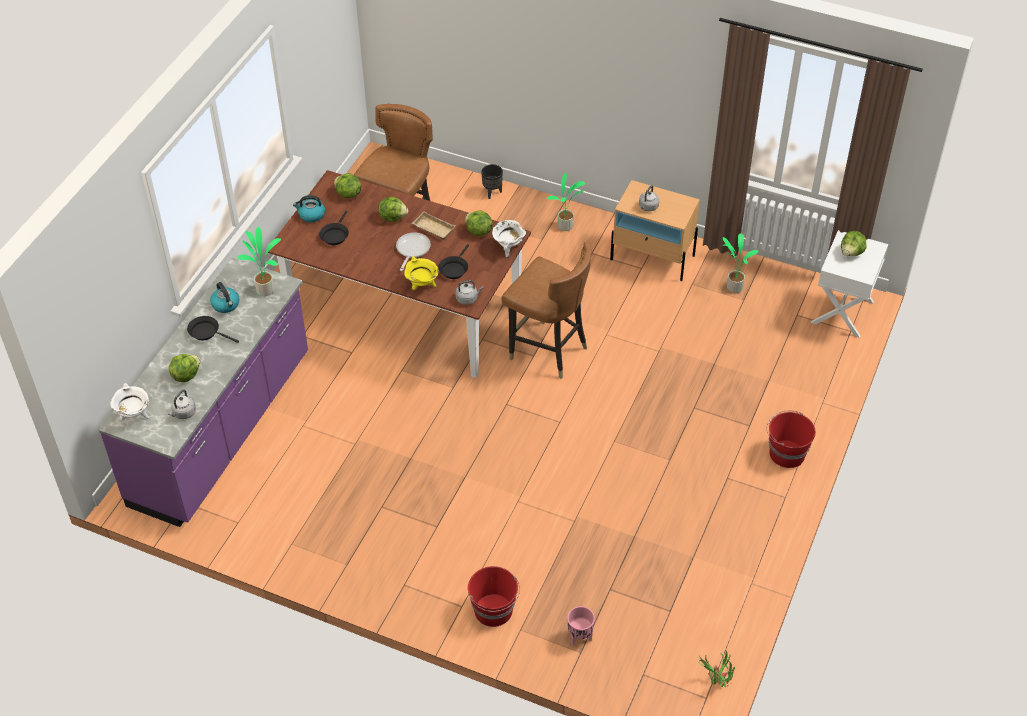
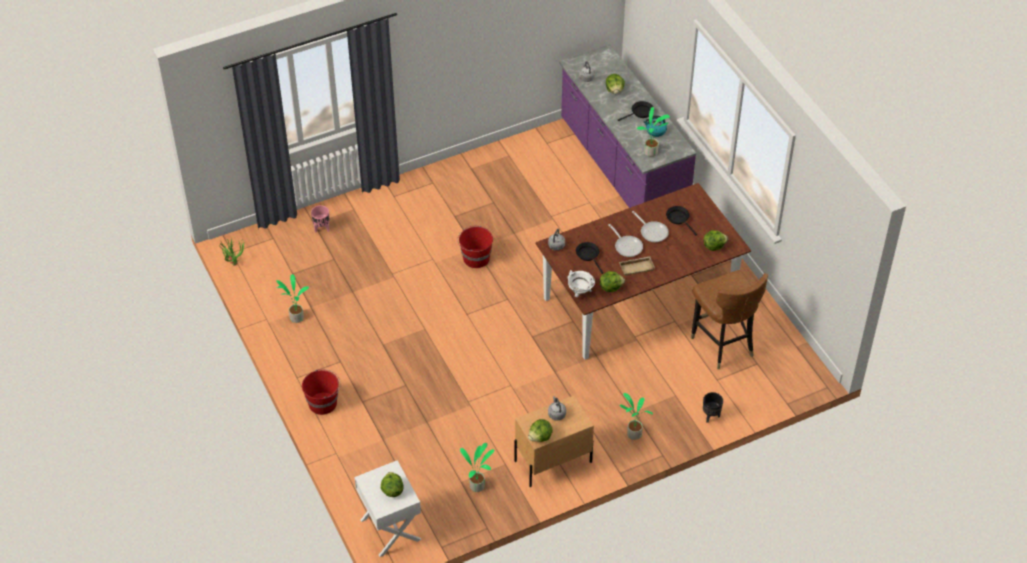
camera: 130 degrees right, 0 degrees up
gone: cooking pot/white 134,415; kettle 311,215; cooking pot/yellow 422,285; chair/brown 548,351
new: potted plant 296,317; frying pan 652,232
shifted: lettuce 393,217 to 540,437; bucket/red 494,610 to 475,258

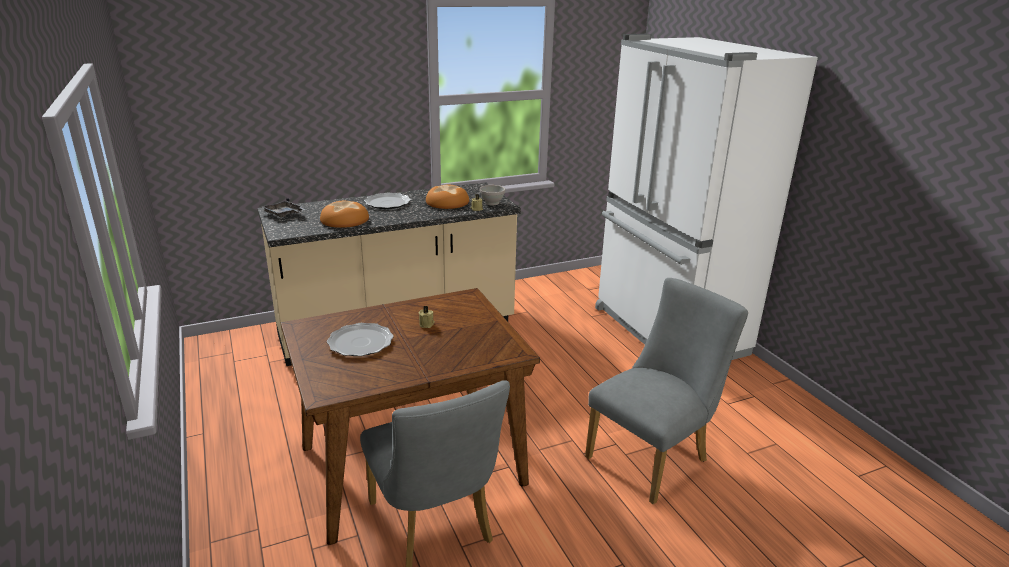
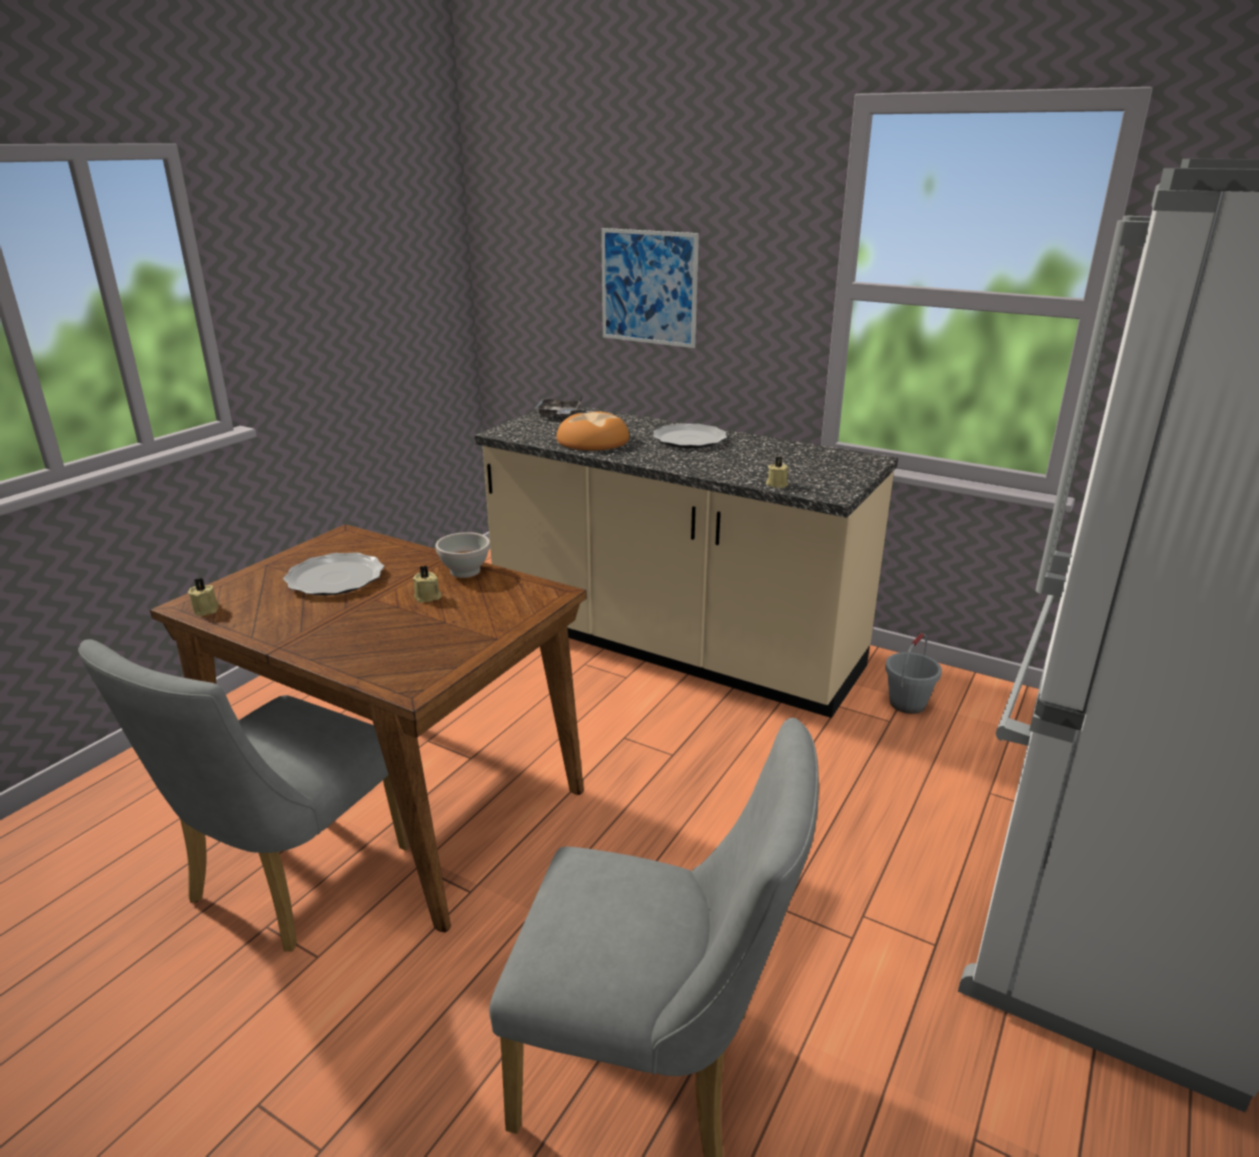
camera: 55 degrees right, 0 degrees up
gone: bread 447,202
new: candle/beige 207,609; picture 649,287; bucket/grey 907,703
shifted: bowl/white 492,203 to 465,571

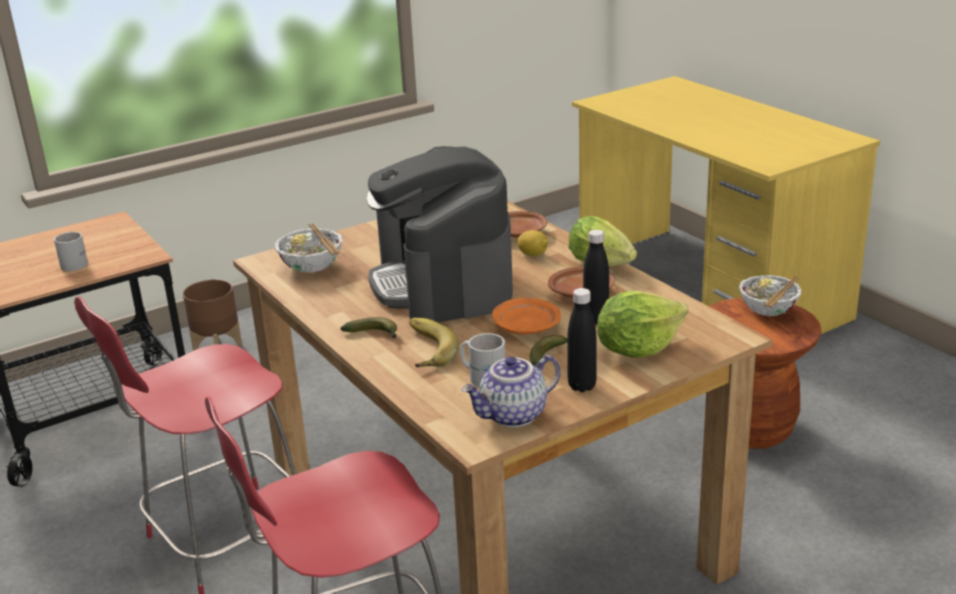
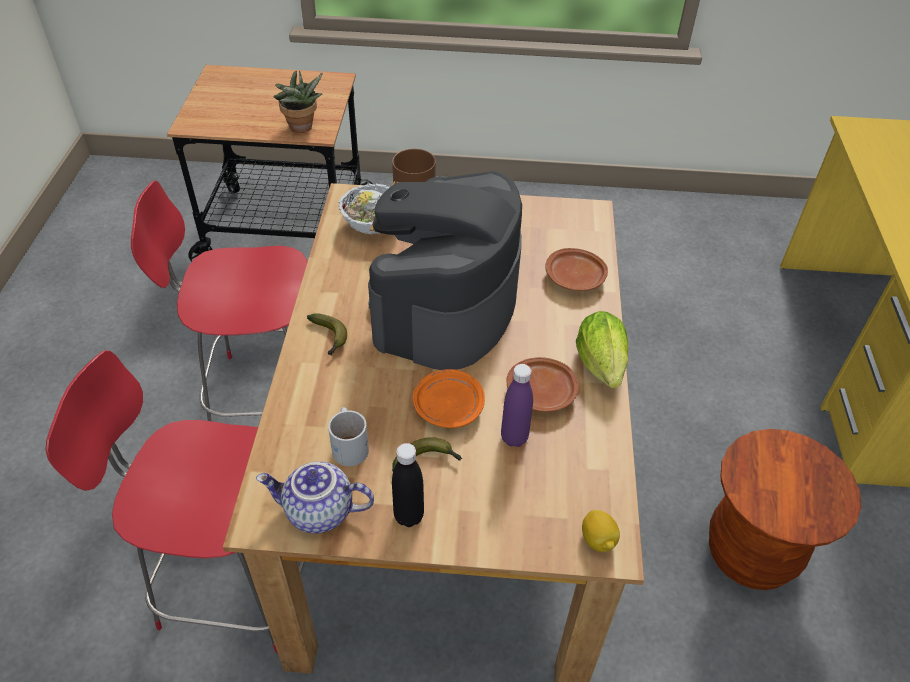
camera: 35 degrees right, 20 degrees up
gone: mug/white 76,262; banana 424,349; lettuce 637,349; bowl 769,311
new: potted plant 302,129
shifted: lemon 533,254 to 598,540
repainted: bottle/black 596,320 to bottle/purple 514,438

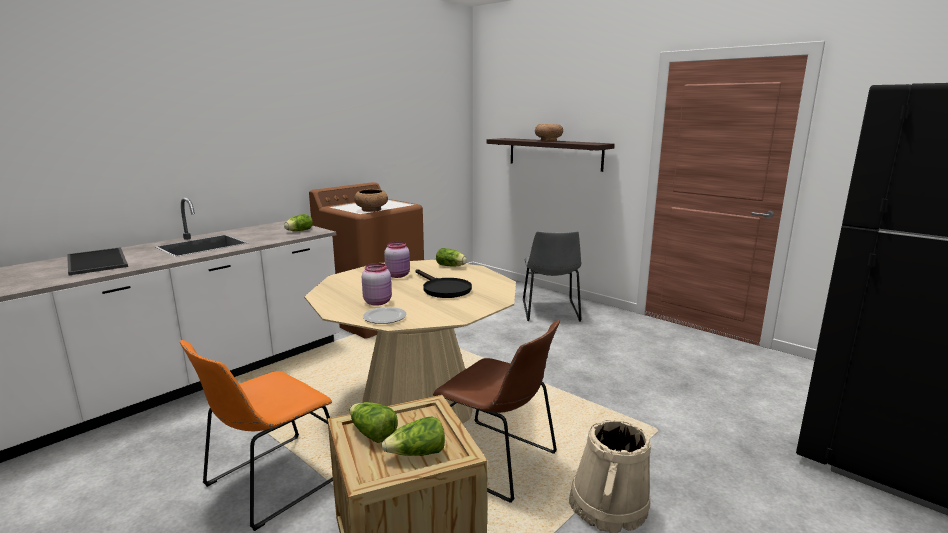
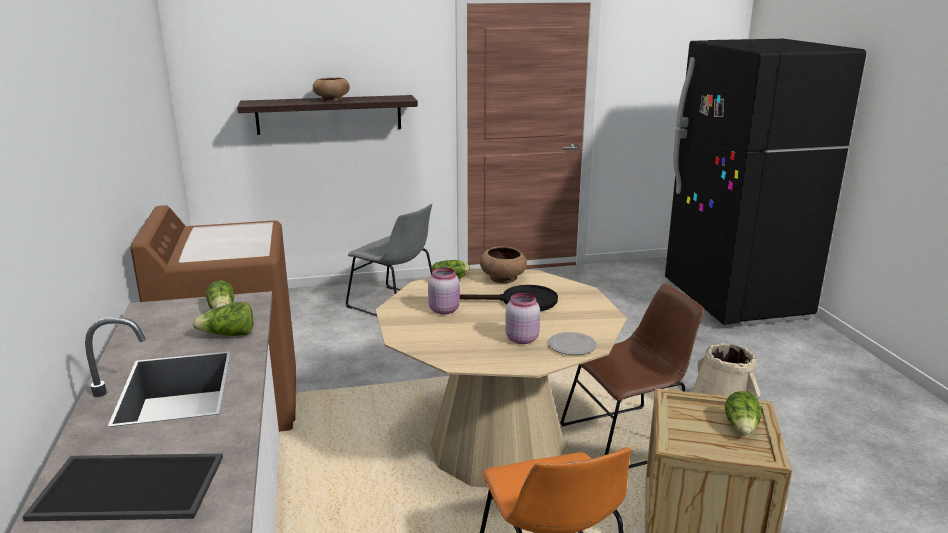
camera: 55 degrees left, 5 degrees up
shifted: lettuce 372,433 to 228,335; bowl/brown 372,210 to 503,278

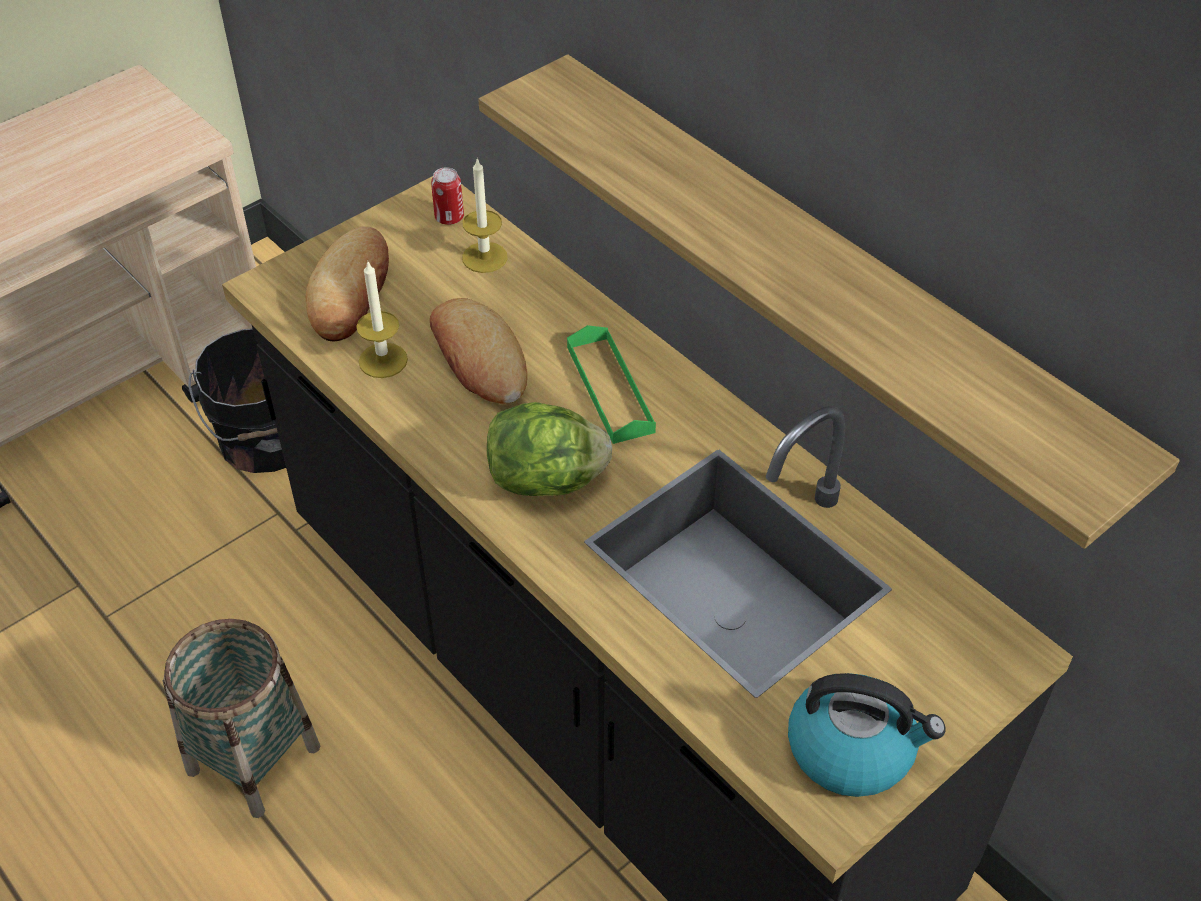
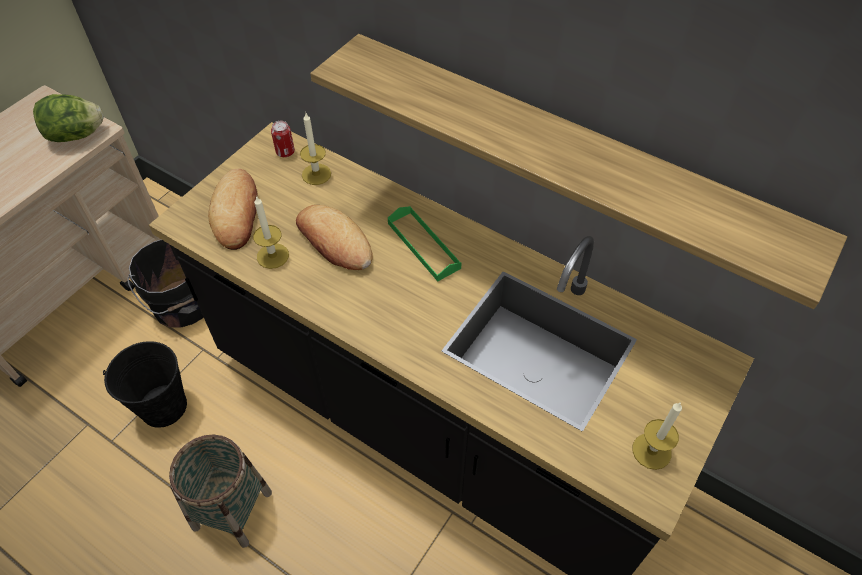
camera: 15 degrees left, 5 degrees up
new: bucket/black 163,406
shifted: lettuce 547,481 to 76,136
swapped: kettle 852,749 to candle 651,451

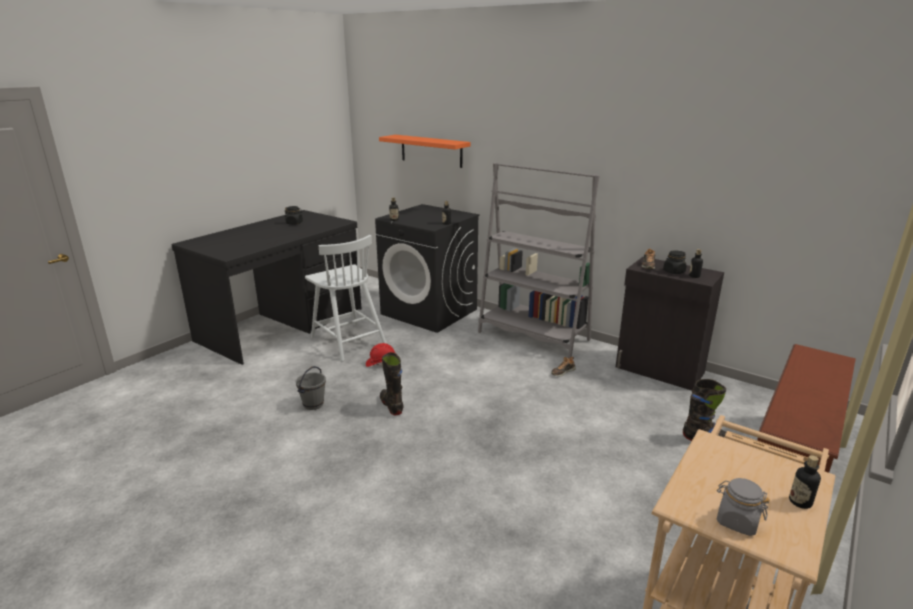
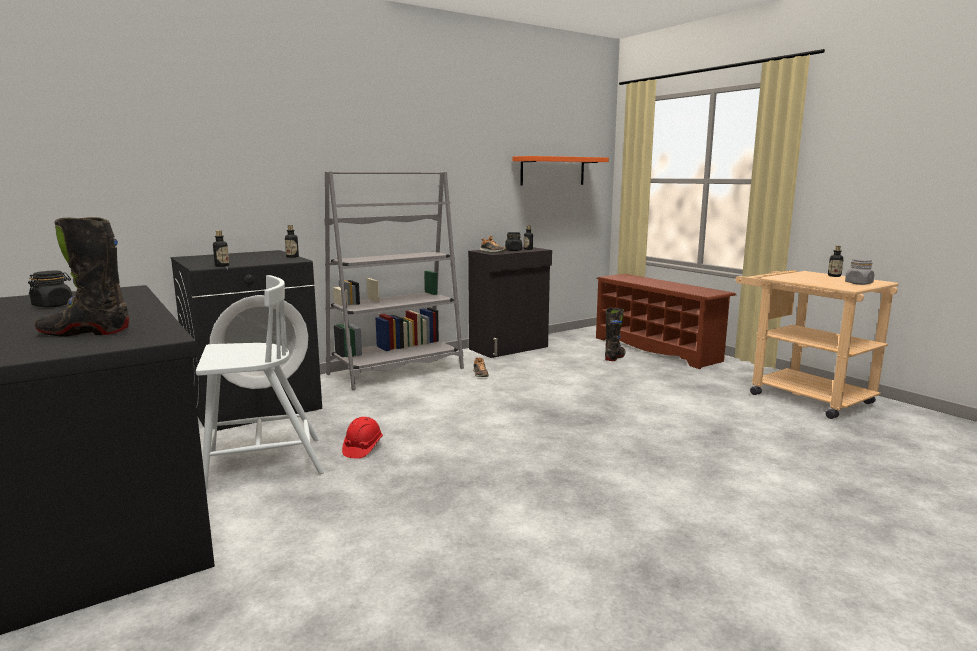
camera: 70 degrees left, 10 degrees down
gone: bucket/grey 313,404
shifted: shelf/orange 431,151 to 552,171; boot/black 391,405 to 85,333

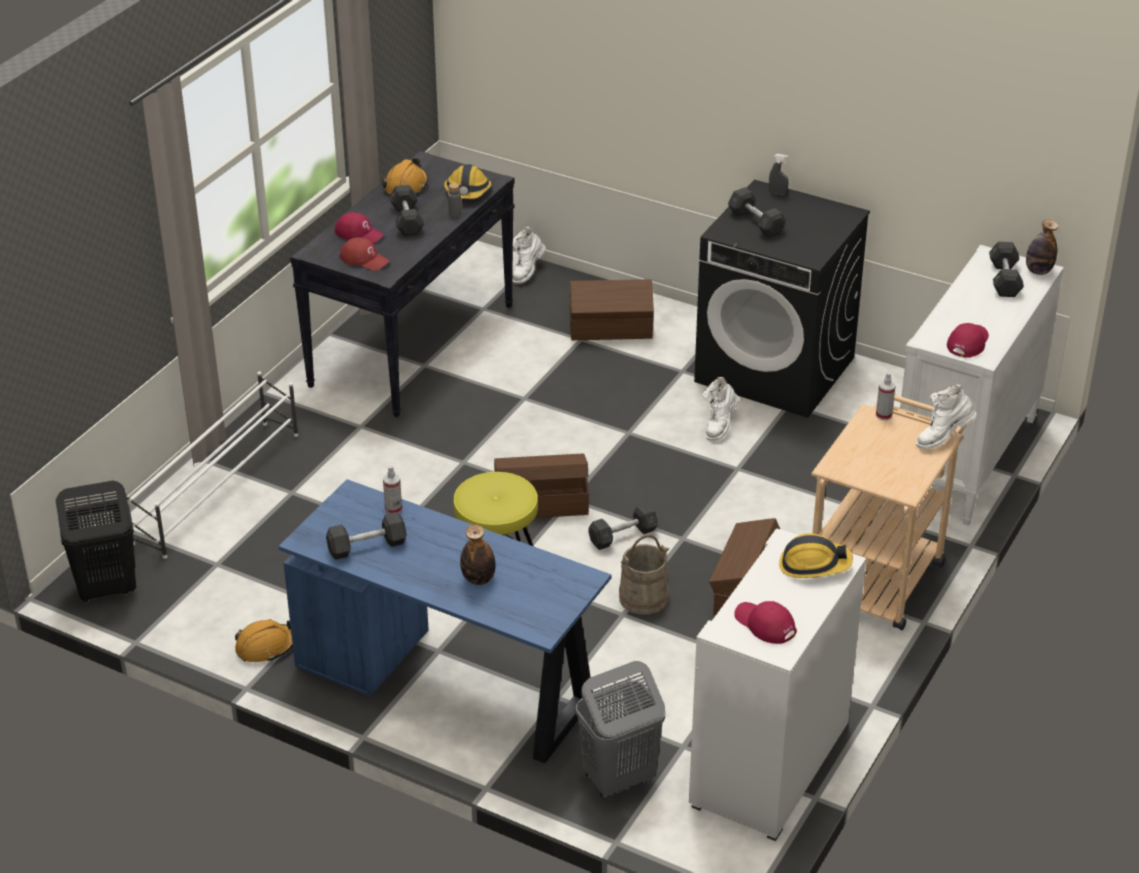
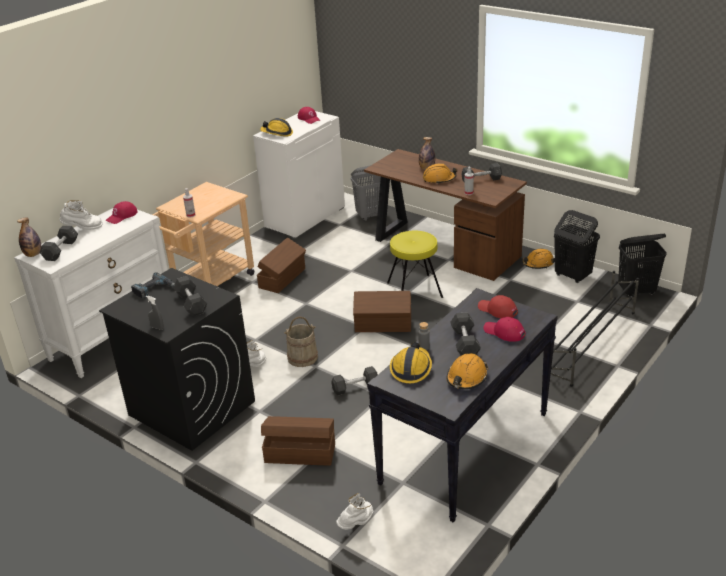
camera: 170 degrees left, 5 degrees down
new: power drill 154,289; hard hat/orange 439,179; laundry basket/black 572,276
shifted: dumbbell/grey 622,536 to 355,387; bucket/beige 643,597 to 302,358; boot/white 943,439 to 83,229
repainted: shoe rack/white 218,487 to shoe rack/black 591,343; desk/blue 449,684 to desk/brown 443,247

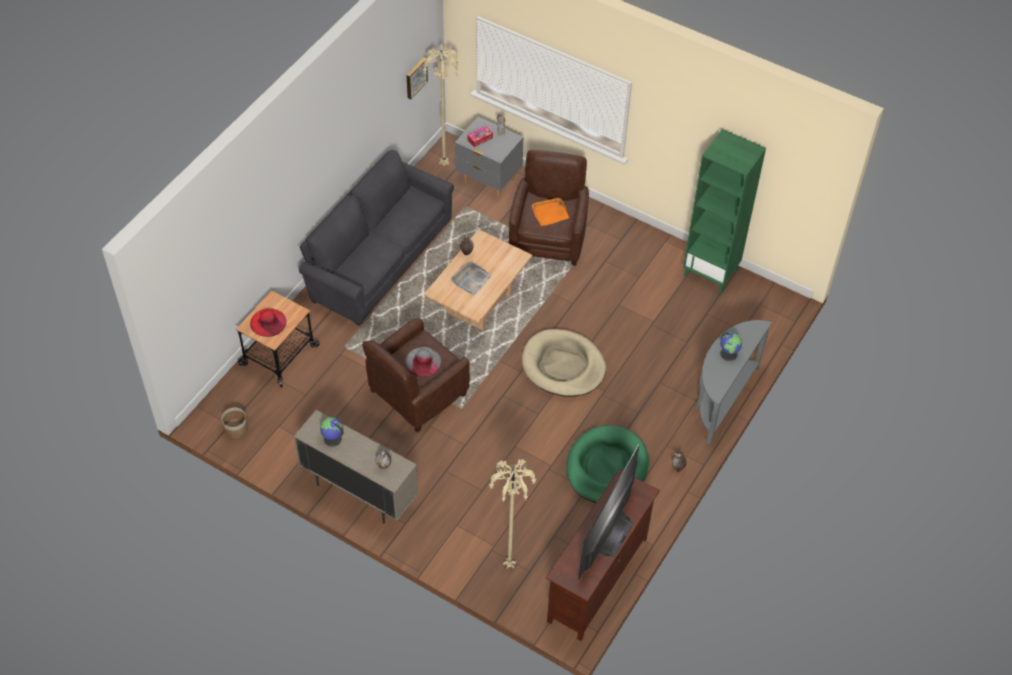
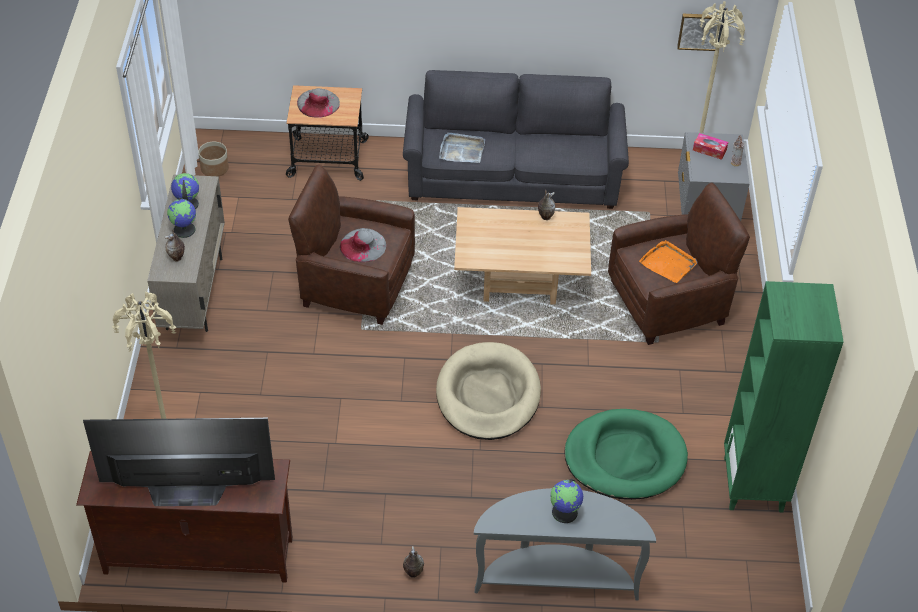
camera: 60 degrees right, 5 degrees down
new: globe 184,229
shifted: tray/grey 471,279 to 461,150; dog bed/green 606,467 to 625,458
repainted: hat/red 268,322 to hat/grey 318,103

